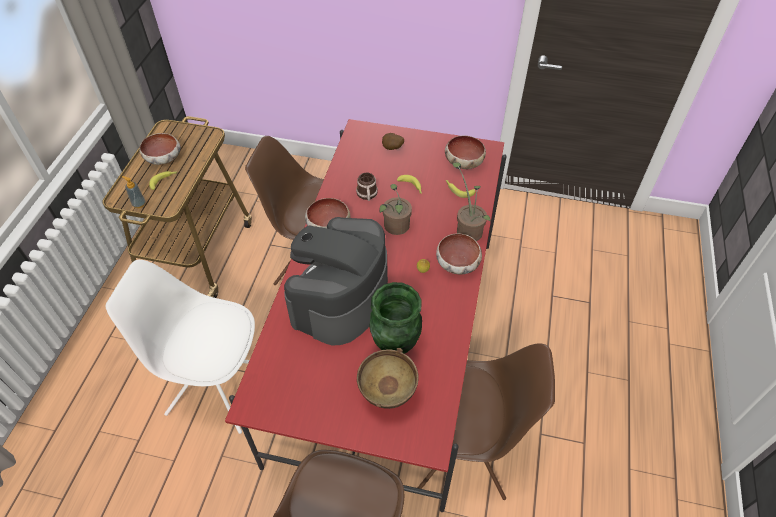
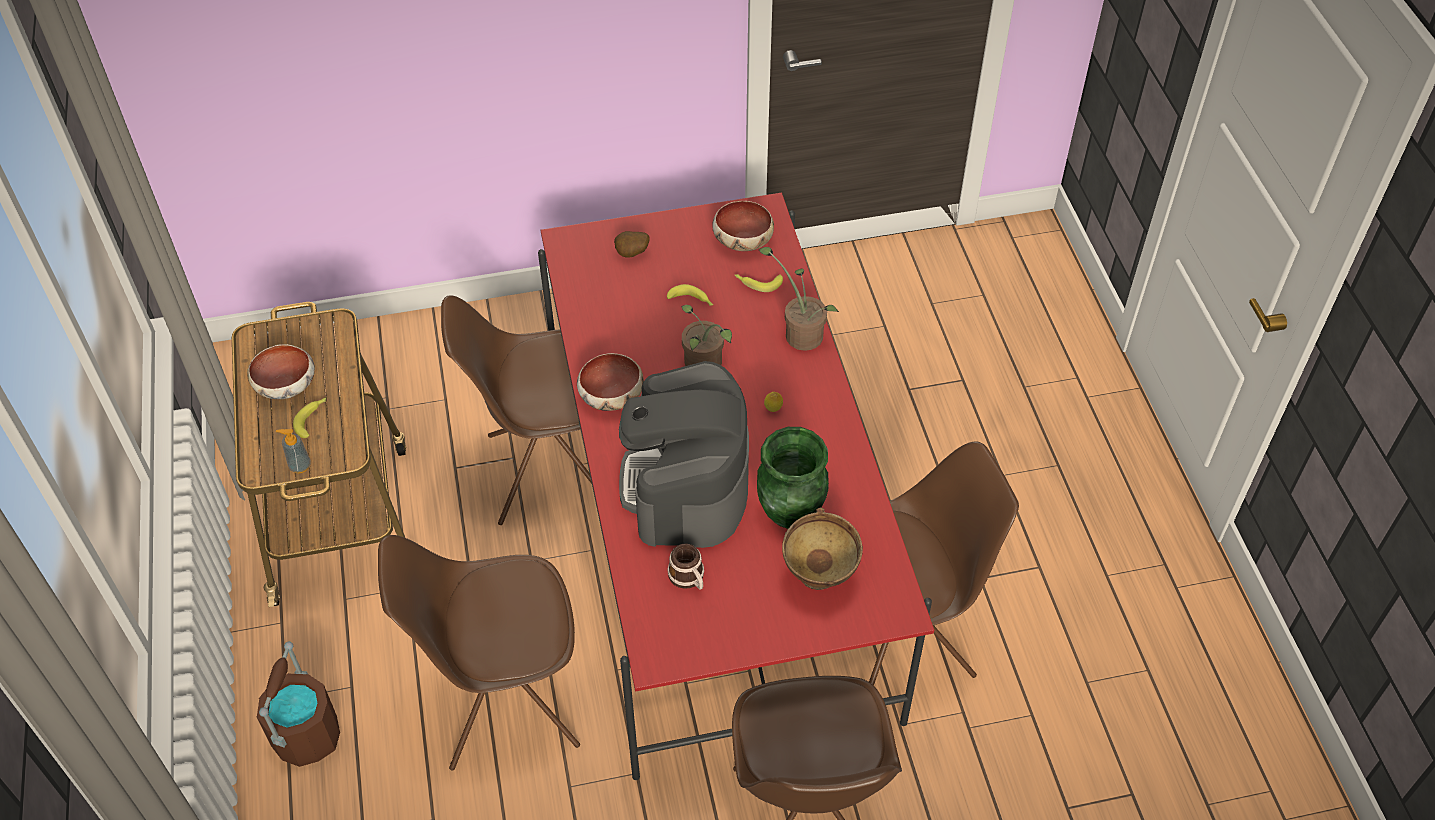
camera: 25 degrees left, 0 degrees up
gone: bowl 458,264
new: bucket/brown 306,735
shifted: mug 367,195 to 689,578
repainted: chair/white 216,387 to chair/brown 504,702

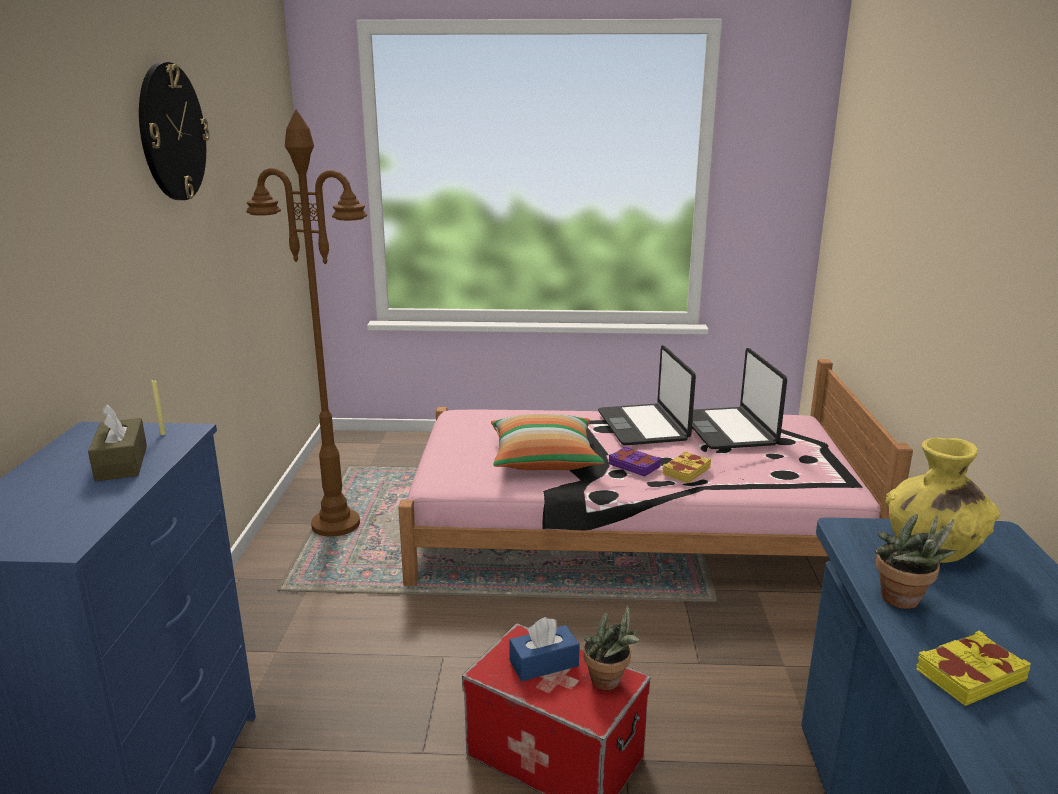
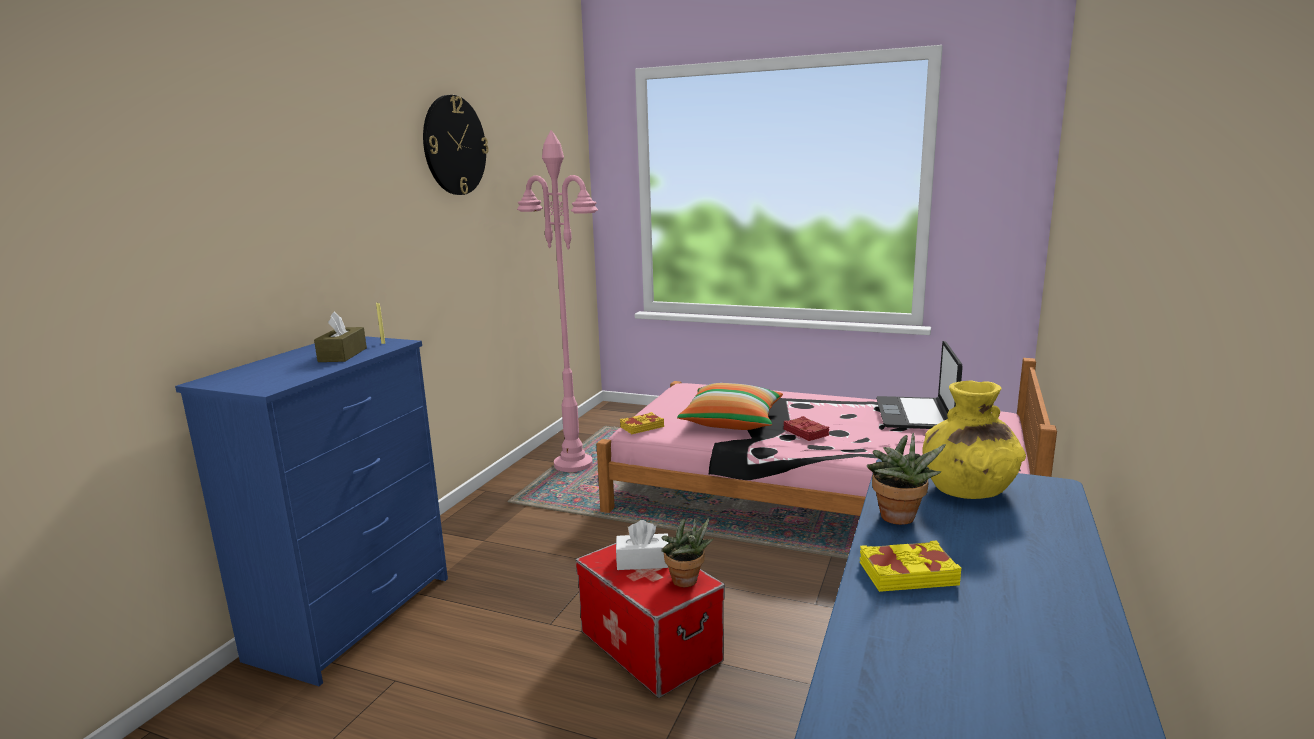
camera: 20 degrees right, 5 degrees down
gone: laptop 644,426
shifted: book/yellow 685,471 to 641,427
repainted: floor lamp/brown 335,525 to floor lamp/pink 572,465; tissue box/blue 544,663 to tissue box/white 643,561; book/purple 634,465 to book/red 806,432

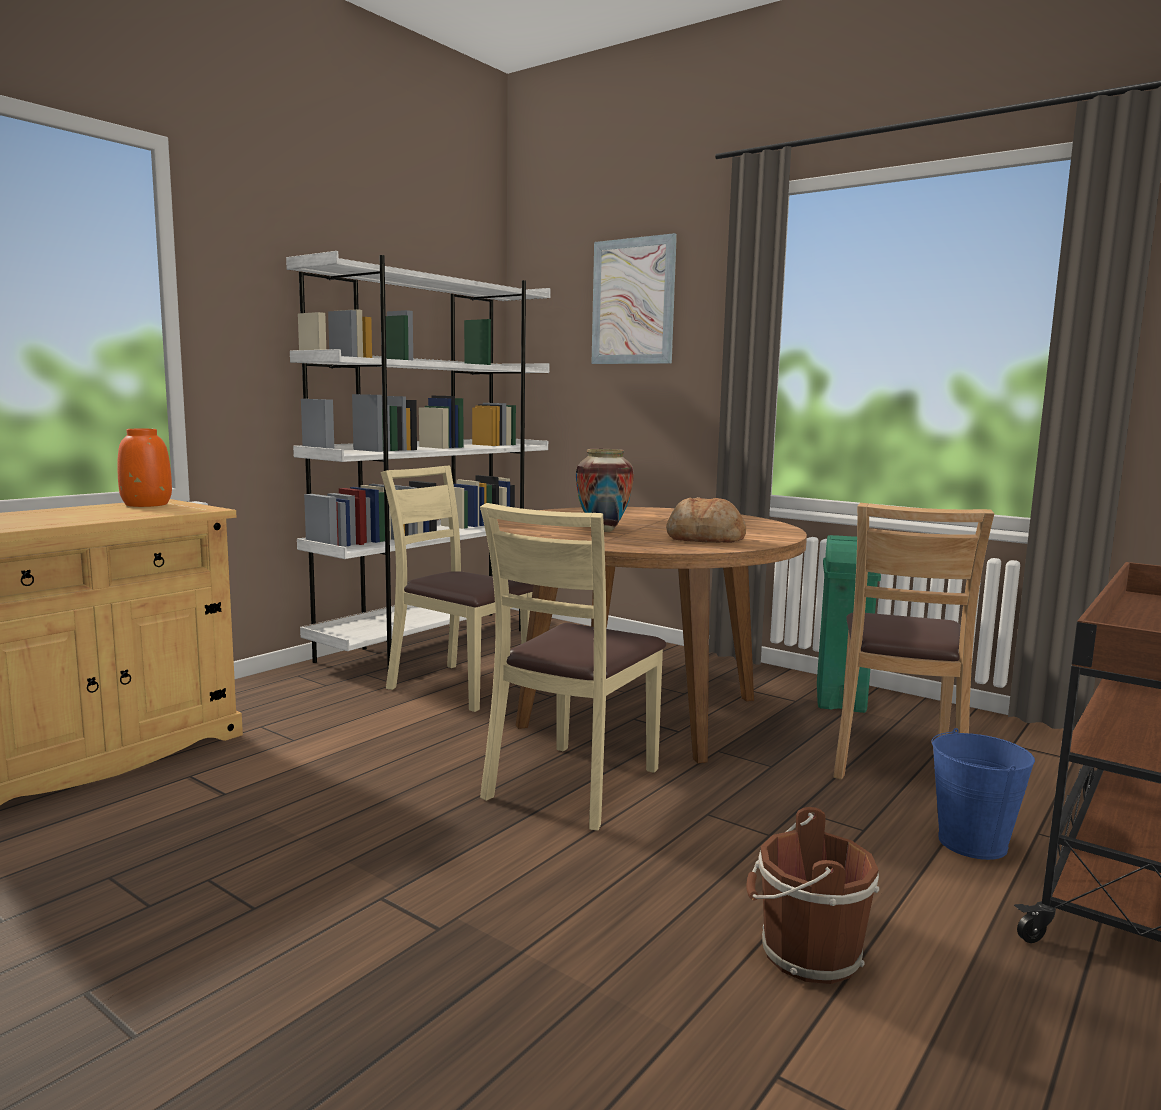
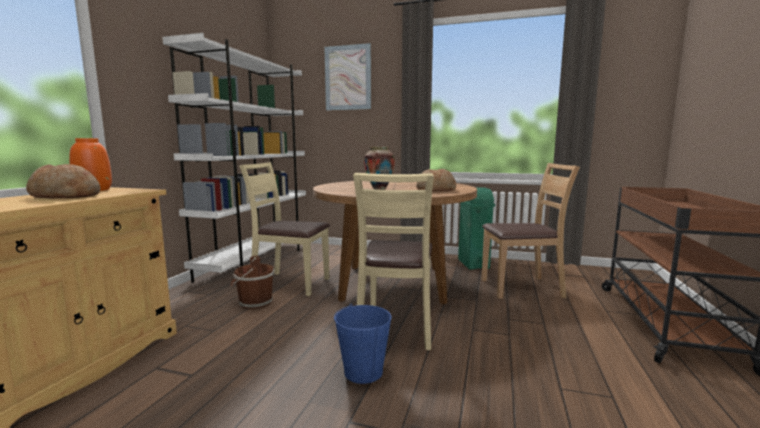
camera: 20 degrees left, 0 degrees up
new: bread 66,196
shifted: bucket/brown 805,954 to 254,302; bucket/blue 972,843 to 363,371
rotated: chair/brown 895,760 = 522,288 90 degrees counterclockwise

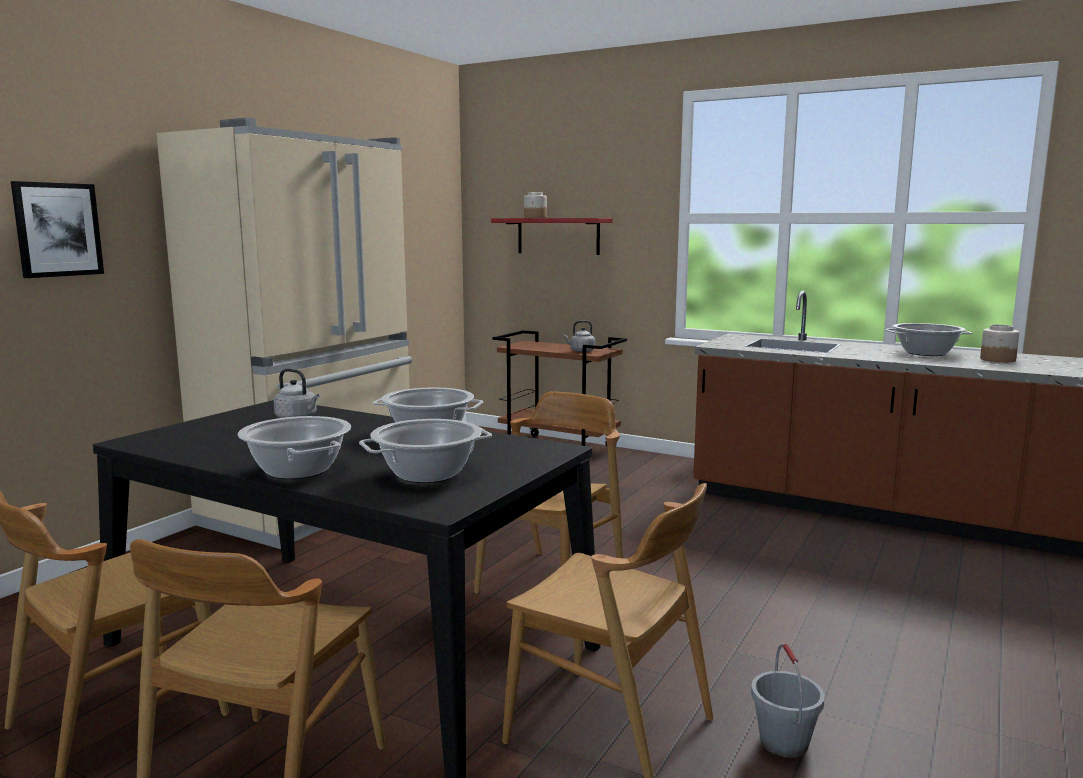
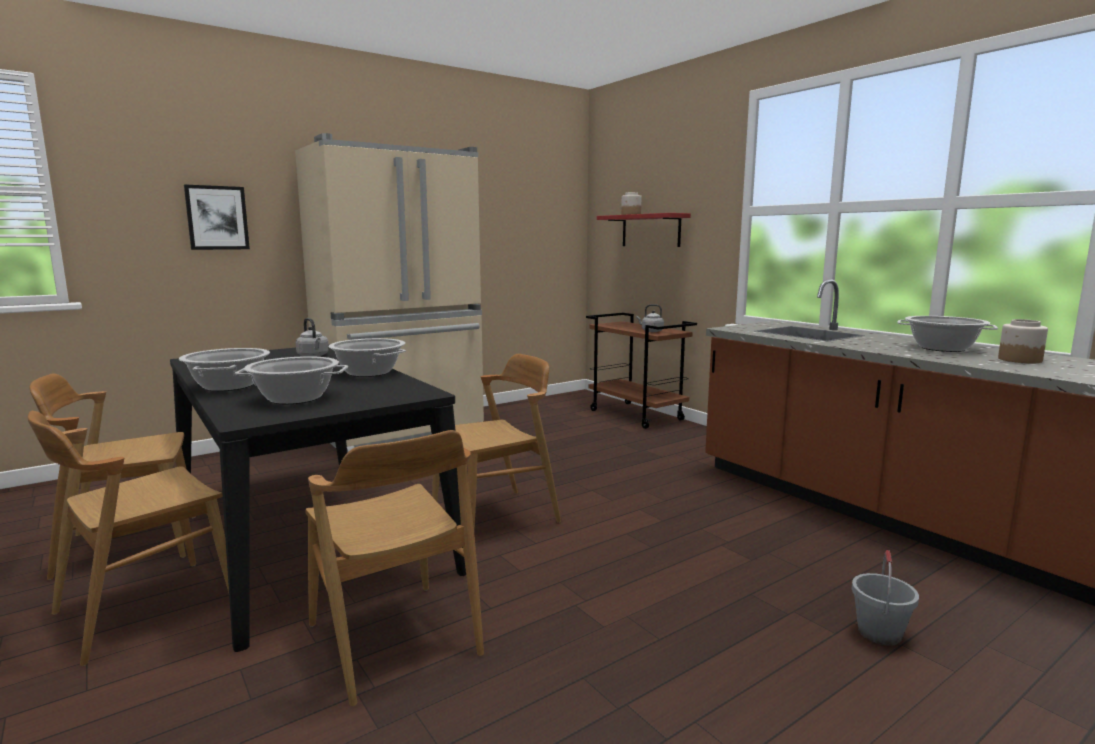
camera: 25 degrees right, 0 degrees up
shifted: bucket/grey 784,743 to 880,633

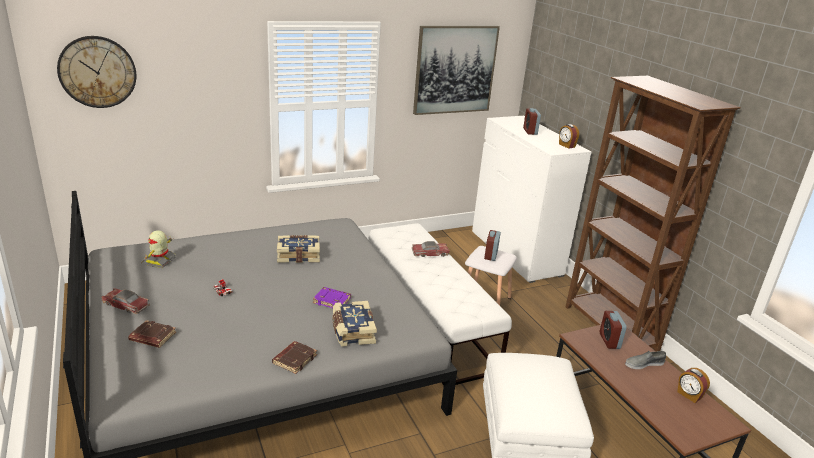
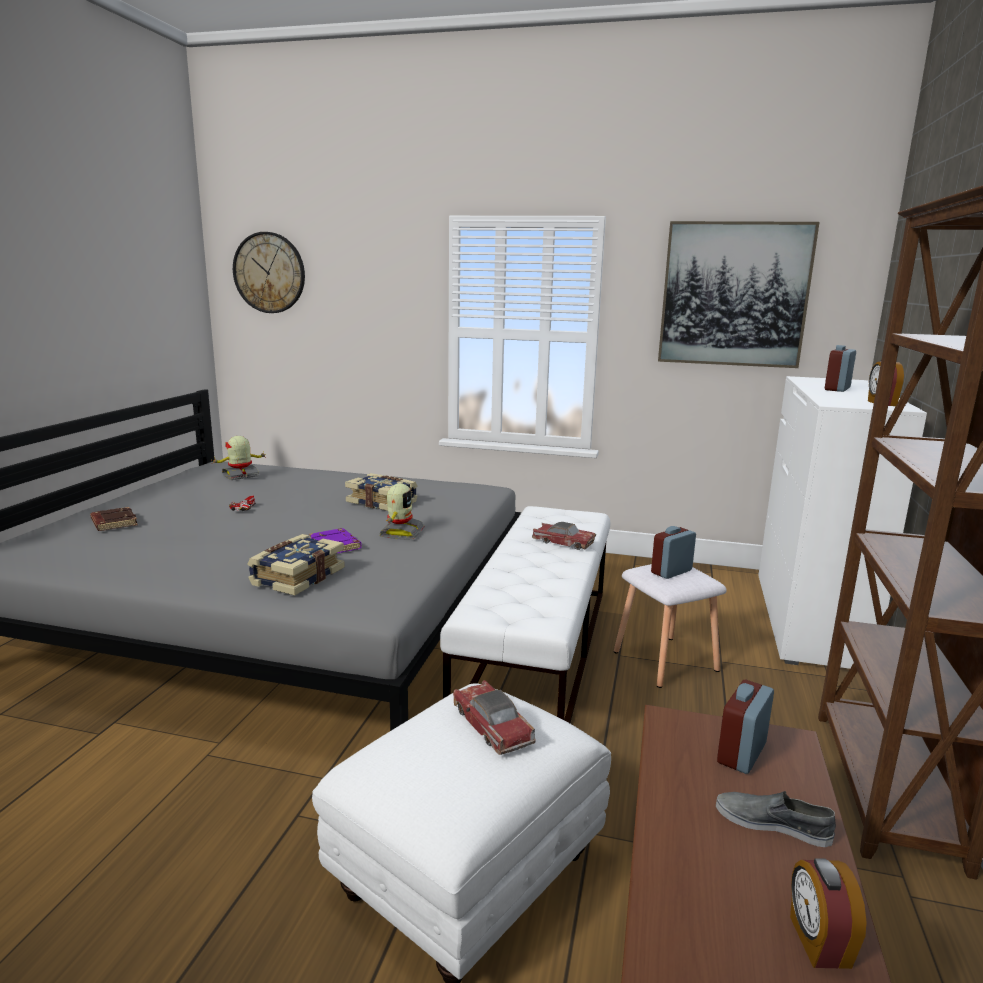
camera: 40 degrees right, 10 degrees down
gone: book/brown 294,359
new: toy robot 401,533
shifted: toy car 126,305 to 492,726

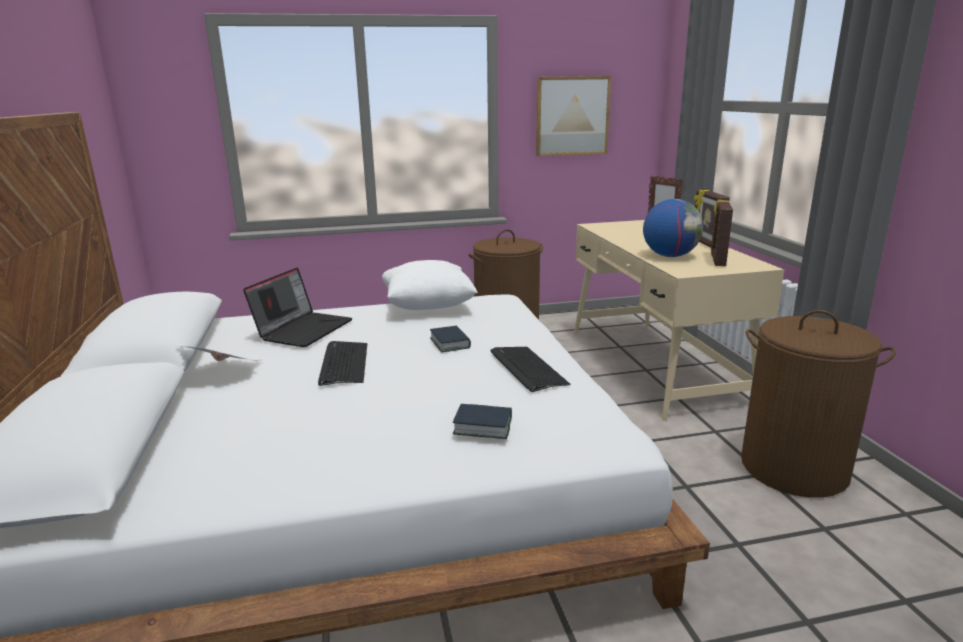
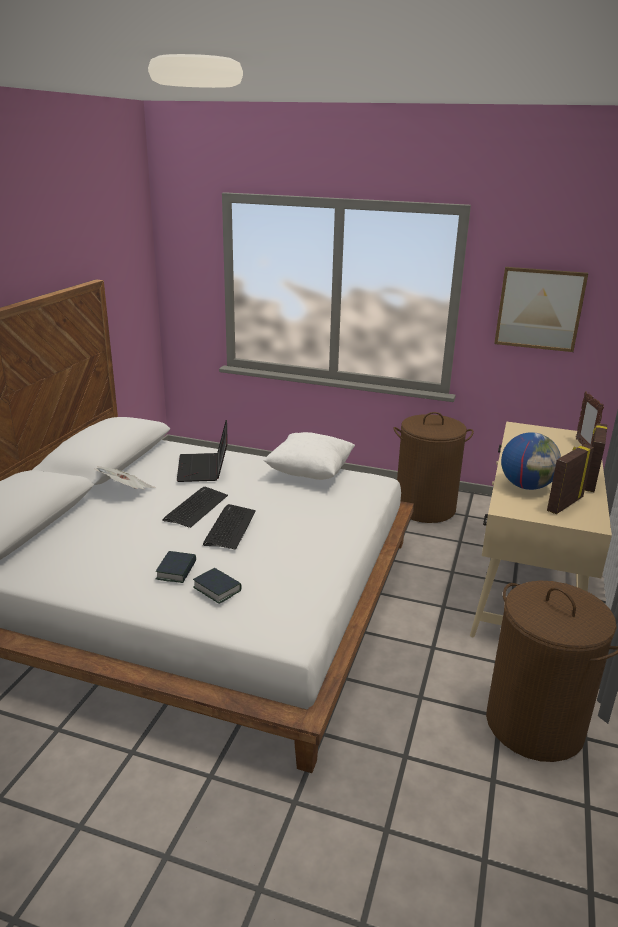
camera: 30 degrees right, 5 degrees up
shifted: book 450,343 to 176,571; keyboard 527,369 to 230,527
rotated: laptop 303,329 = 204,468 120 degrees clockwise

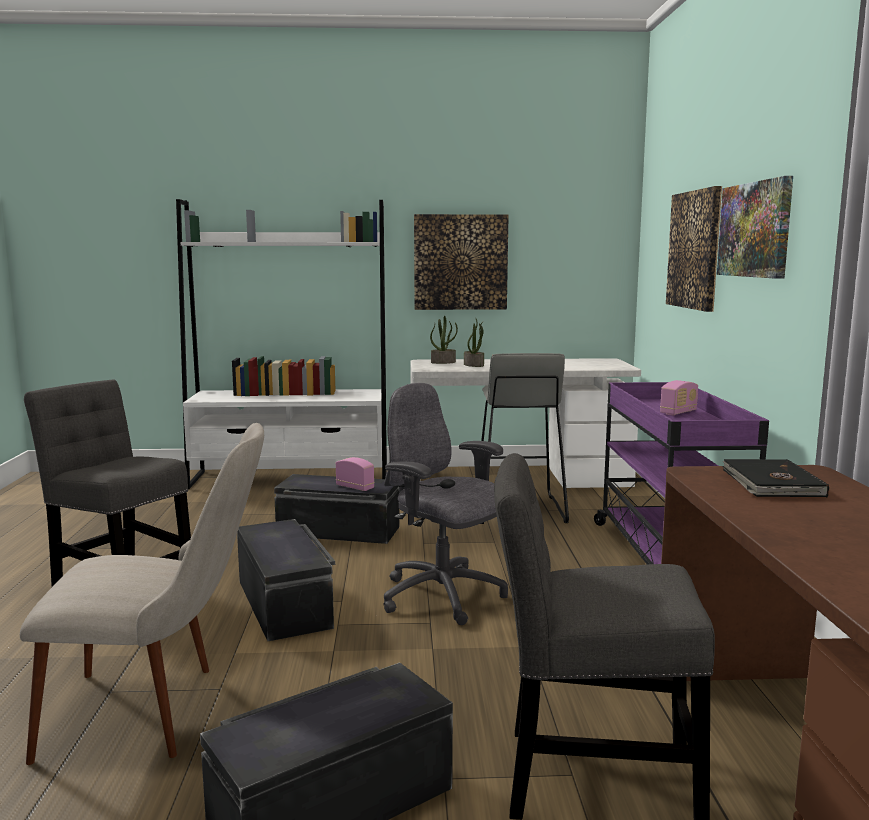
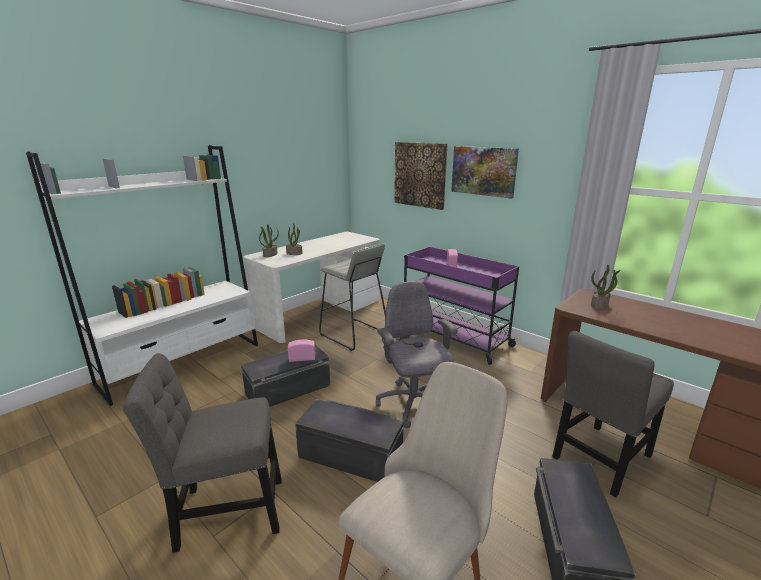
camera: 45 degrees left, 10 degrees up
gone: picture 460,262
swapped: book/black 770,483 to potted plant 599,305
rotated: office chair/grey 443,597 = 413,404 75 degrees clockwise

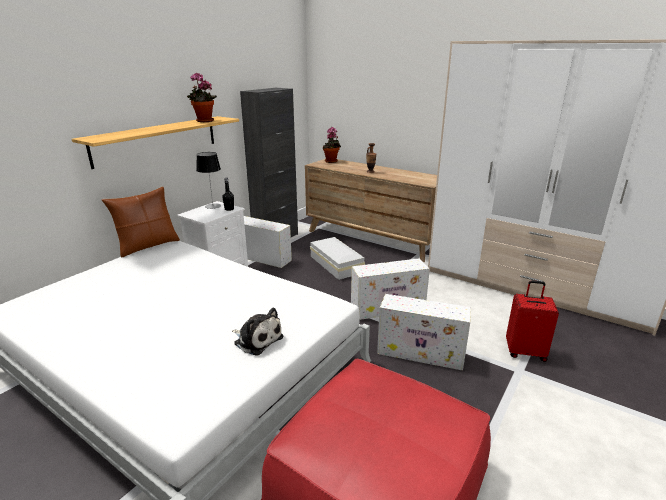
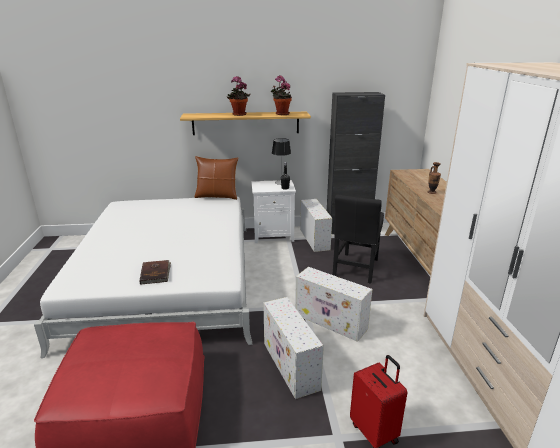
camera: 50 degrees right, 0 degrees up
shifted: potted plant 331,161 to 238,115
swapped: plush toy 257,339 to book/brown 156,273; storage box/white 336,265 to chair/black 355,269

